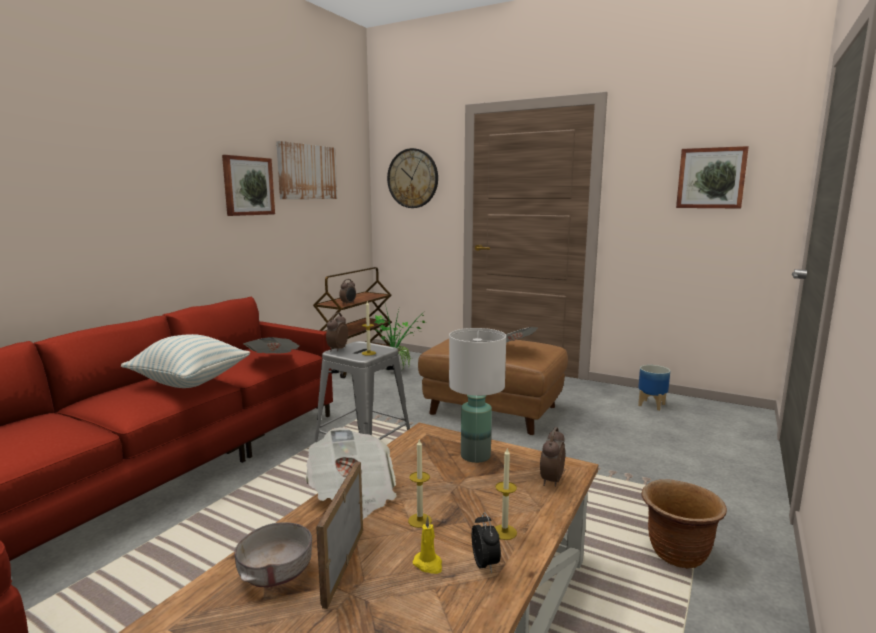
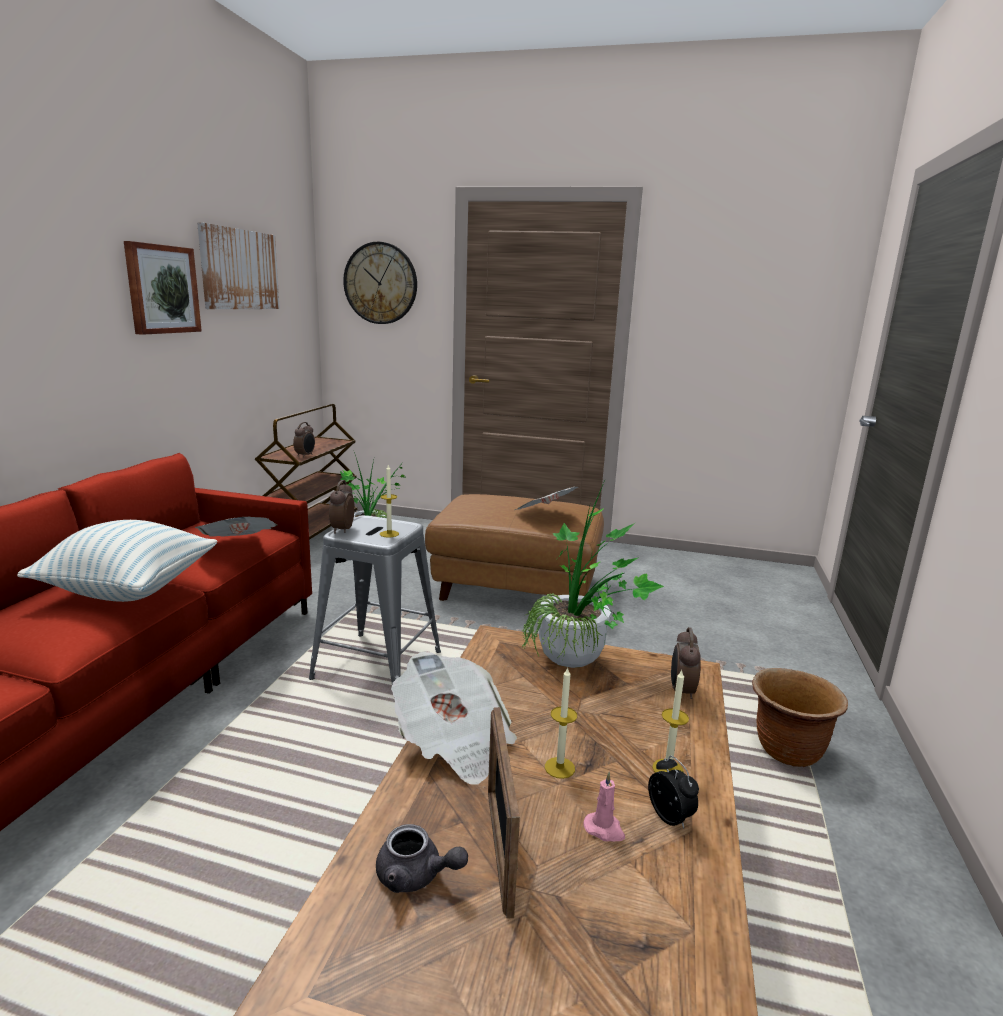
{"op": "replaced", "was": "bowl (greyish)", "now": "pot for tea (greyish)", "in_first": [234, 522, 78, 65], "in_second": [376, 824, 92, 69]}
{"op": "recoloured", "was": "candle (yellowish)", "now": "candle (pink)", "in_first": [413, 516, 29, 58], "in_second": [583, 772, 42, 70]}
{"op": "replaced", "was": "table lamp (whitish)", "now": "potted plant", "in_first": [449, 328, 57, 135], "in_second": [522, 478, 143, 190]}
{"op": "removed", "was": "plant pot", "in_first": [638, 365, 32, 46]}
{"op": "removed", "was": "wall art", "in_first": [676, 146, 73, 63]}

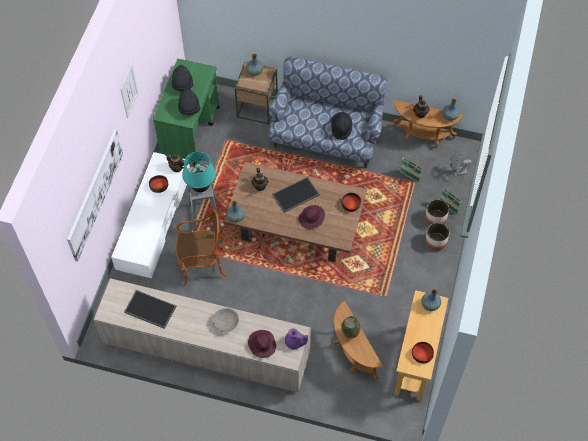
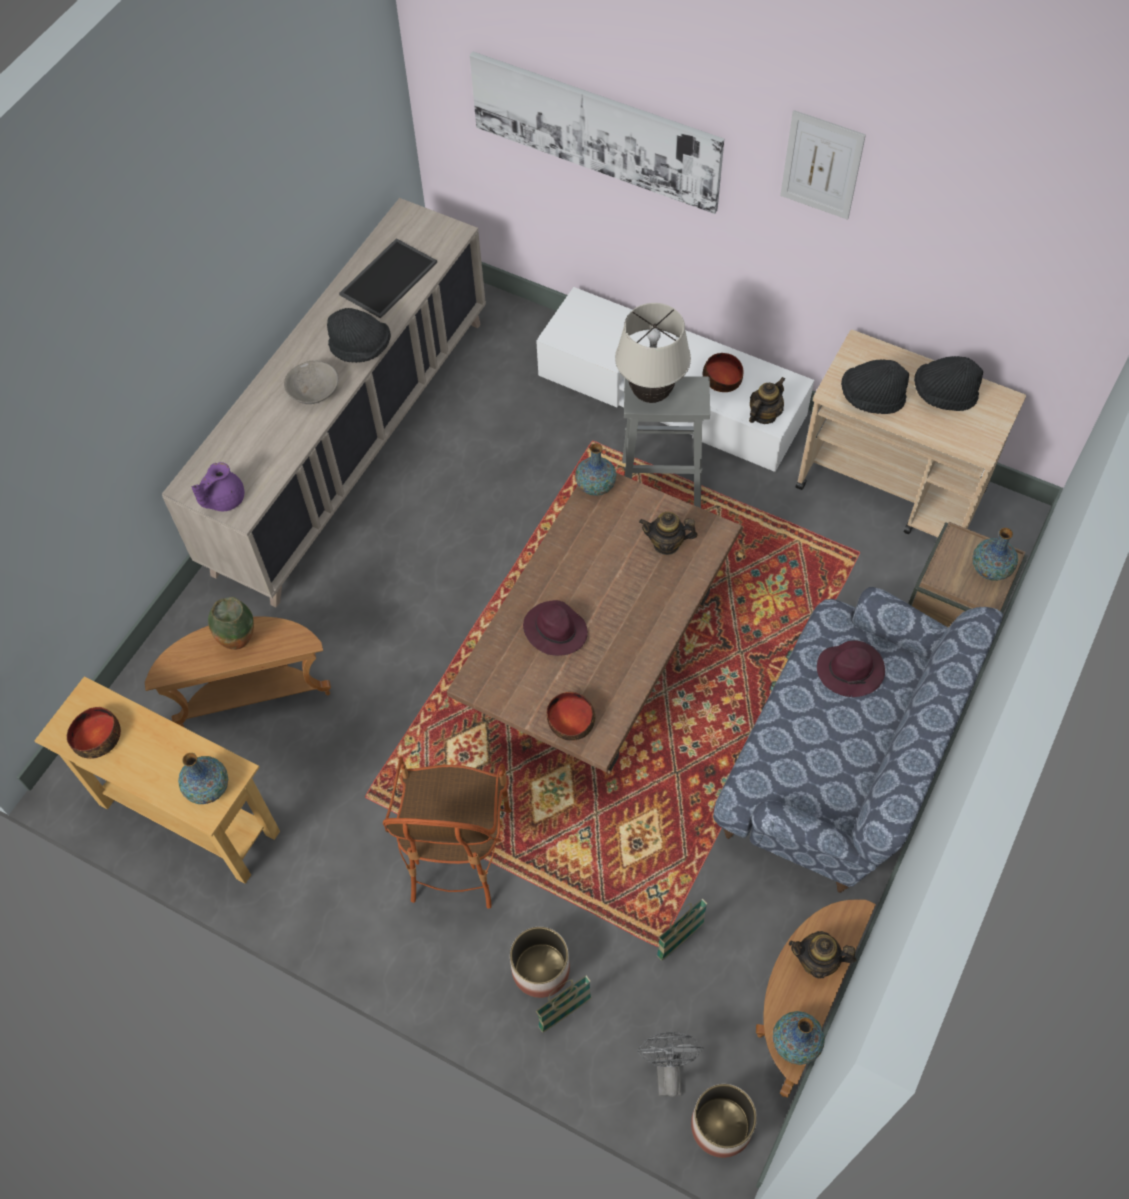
{"op": "recoloured", "was": "cart (green-coloured)", "now": "cart (beige)", "in_first": [153, 59, 67, 106], "in_second": [795, 330, 231, 207]}
{"op": "moved", "was": "lounge chair", "in_first": [176, 209, 50, 77], "in_second": [383, 756, 129, 153]}
{"op": "recoloured", "was": "table lamp (turquoise)", "now": "table lamp (beige)", "in_first": [182, 152, 34, 40], "in_second": [615, 303, 76, 100]}
{"op": "moved", "was": "wearable hat (purple)", "in_first": [248, 330, 28, 28], "in_second": [817, 640, 68, 57]}
{"op": "removed", "was": "carrying tray", "in_first": [272, 177, 48, 36]}
{"op": "moved", "was": "wearable hat (black)", "in_first": [331, 112, 21, 28], "in_second": [327, 308, 64, 55]}
{"op": "moved", "was": "plant pot", "in_first": [425, 223, 25, 28], "in_second": [691, 1084, 66, 74]}

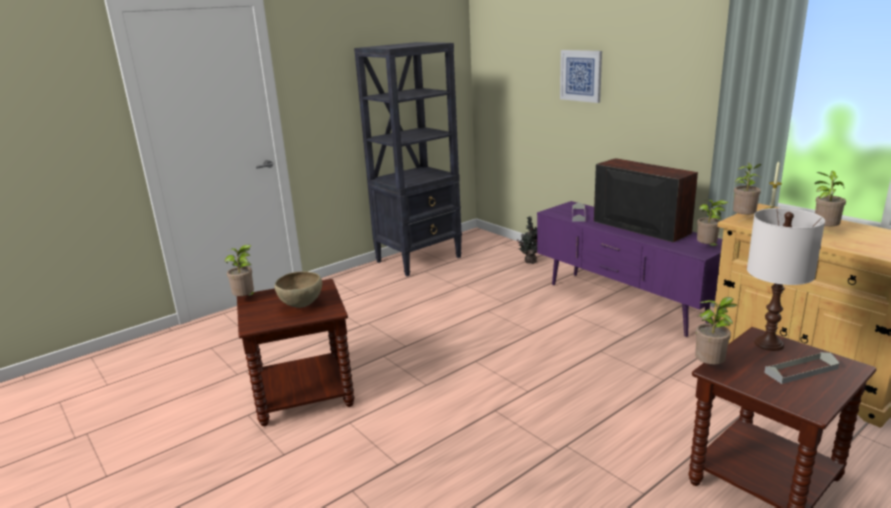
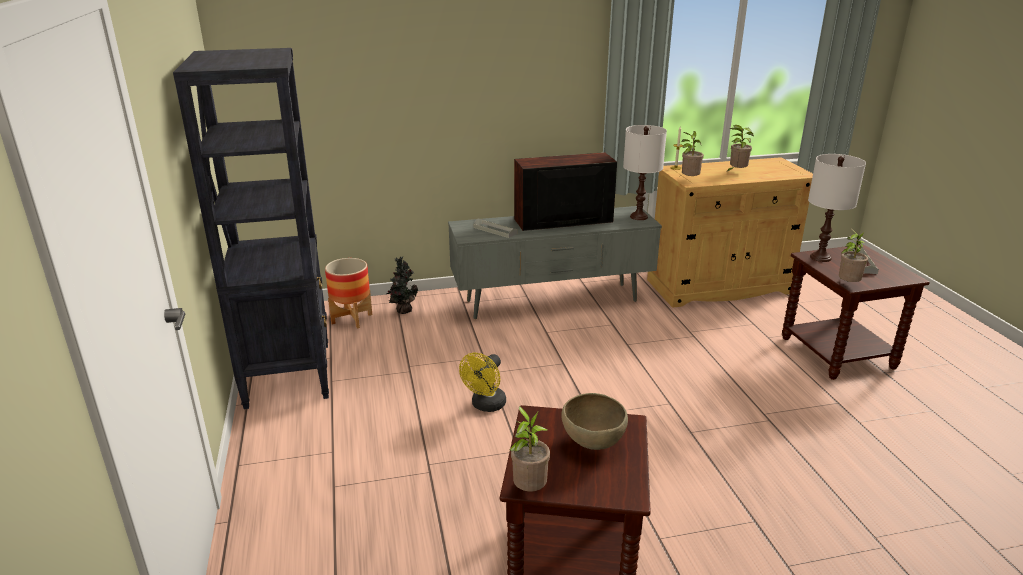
{"op": "recoloured", "was": "media console (purple)", "now": "media console (greyish)", "in_first": [537, 201, 185, 136], "in_second": [448, 206, 214, 113]}
{"op": "removed", "was": "wall art", "in_first": [560, 50, 42, 53]}
{"op": "replaced", "was": "potted plant", "now": "table lamp (whitish)", "in_first": [697, 200, 32, 48], "in_second": [623, 125, 44, 95]}
{"op": "added", "now": "plant pot", "in_second": [325, 258, 47, 71]}
{"op": "added", "now": "electric fan (yellowish)", "in_second": [459, 353, 47, 59]}

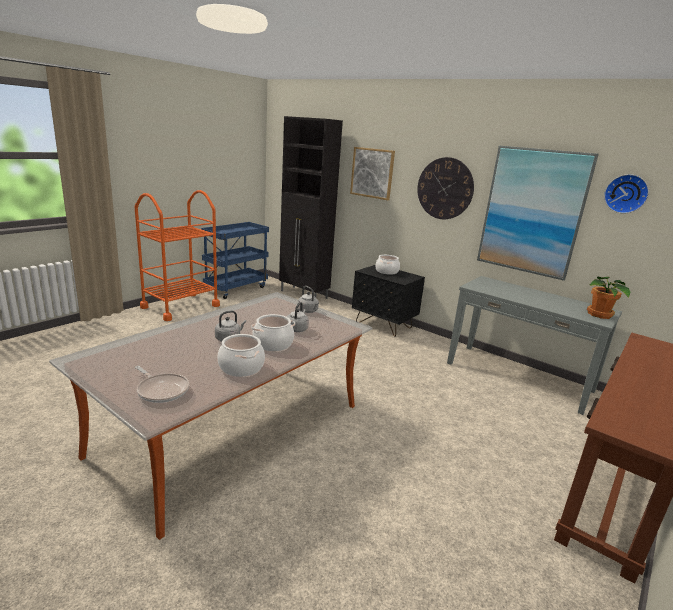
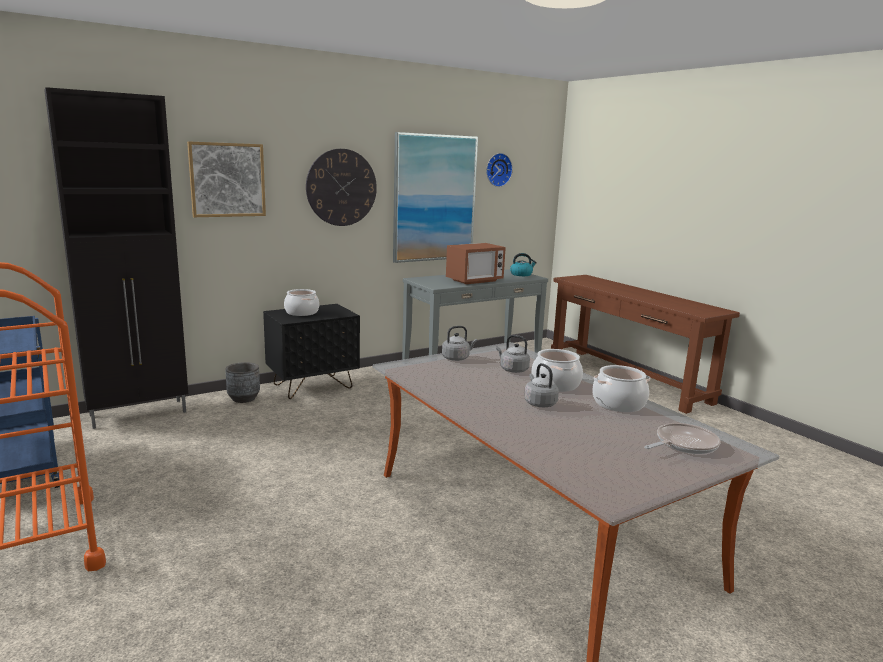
{"op": "replaced", "was": "potted plant", "now": "kettle", "in_first": [587, 277, 43, 42], "in_second": [510, 253, 27, 23]}
{"op": "added", "now": "plant pot (greyish)", "in_second": [225, 362, 35, 41]}
{"op": "added", "now": "microwave", "in_second": [446, 243, 60, 41]}

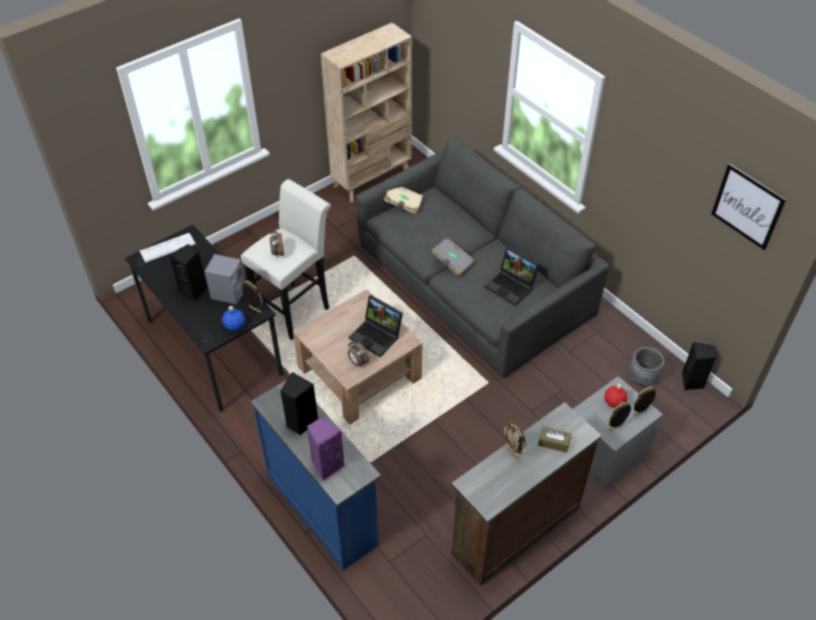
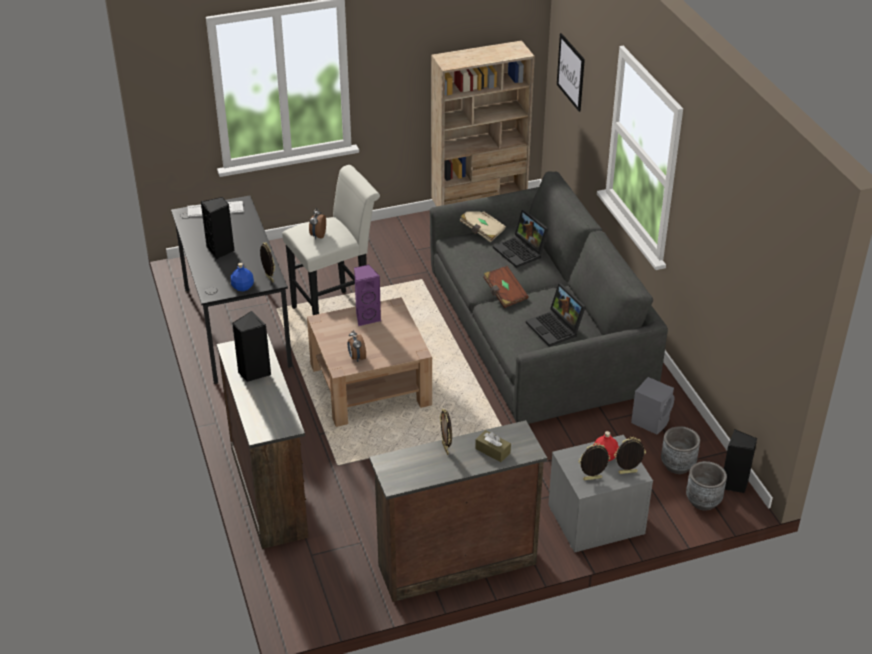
{"op": "moved", "was": "loudspeaker (greyish)", "in_first": [204, 254, 40, 50], "in_second": [631, 377, 44, 58]}
{"op": "recoloured", "was": "chest of drawers (blue)", "now": "chest of drawers (brown)", "in_first": [250, 380, 131, 190], "in_second": [217, 334, 92, 215]}
{"op": "moved", "was": "loudspeaker (purple)", "in_first": [307, 417, 38, 64], "in_second": [354, 265, 27, 61]}
{"op": "moved", "was": "notebook computer", "in_first": [349, 295, 54, 62], "in_second": [493, 210, 55, 58]}
{"op": "recoloured", "was": "bound book (greyish)", "now": "bound book (brown)", "in_first": [431, 237, 44, 40], "in_second": [483, 266, 46, 42]}
{"op": "moved", "was": "wall art", "in_first": [711, 163, 75, 87], "in_second": [557, 33, 28, 79]}
{"op": "added", "now": "plant pot (greyish)", "in_second": [686, 461, 41, 50]}

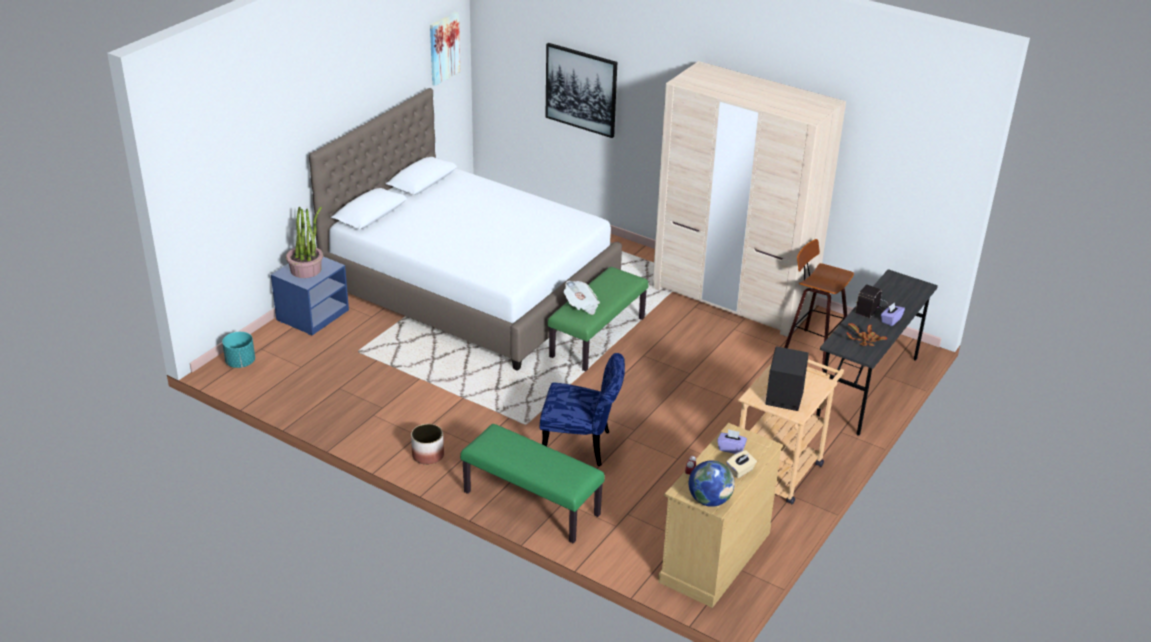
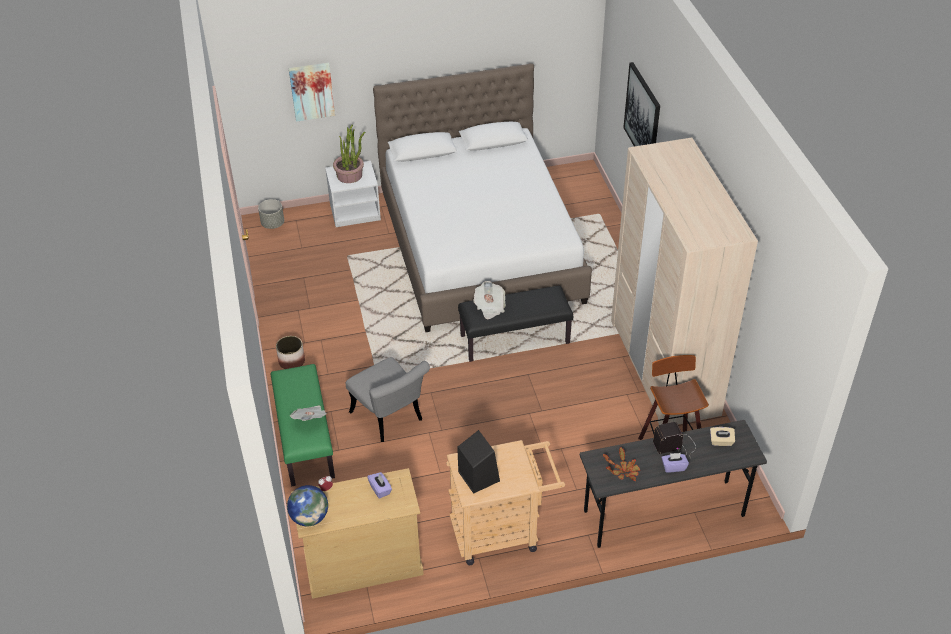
{"op": "recoloured", "was": "plant pot (turquoise)", "now": "plant pot (greyish)", "in_first": [222, 332, 33, 36], "in_second": [258, 199, 26, 30]}
{"op": "recoloured", "was": "bedside table (blue)", "now": "bedside table (whitish)", "in_first": [271, 256, 78, 80], "in_second": [325, 161, 56, 66]}
{"op": "moved", "was": "wall art", "in_first": [430, 12, 30, 74], "in_second": [288, 63, 47, 59]}
{"op": "recoloured", "was": "chair (blue)", "now": "chair (greyish)", "in_first": [539, 353, 86, 113], "in_second": [346, 357, 84, 85]}
{"op": "recoloured", "was": "long seat (green-coloured)", "now": "long seat (black)", "in_first": [548, 267, 101, 104], "in_second": [458, 286, 115, 76]}
{"op": "moved", "was": "tissue box (beige)", "in_first": [726, 450, 31, 28], "in_second": [710, 427, 25, 19]}
{"op": "added", "now": "daily paper", "in_second": [290, 405, 37, 16]}

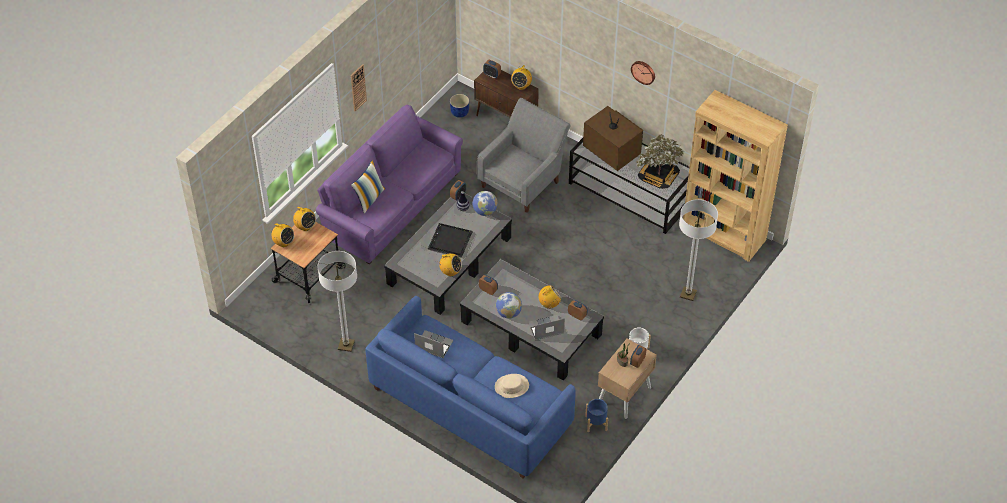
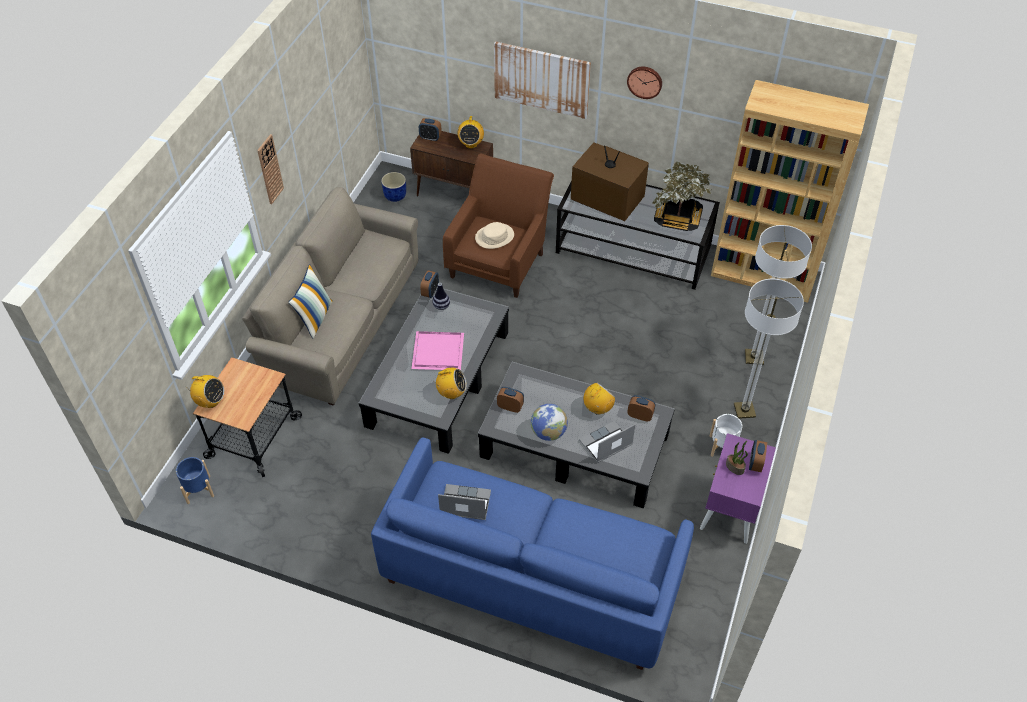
{"op": "removed", "was": "radio set", "in_first": [291, 207, 25, 24]}
{"op": "recoloured", "was": "couch (purple)", "now": "couch (beige)", "in_first": [316, 105, 147, 159], "in_second": [242, 187, 176, 219]}
{"op": "moved", "was": "standing lamp", "in_first": [318, 251, 39, 101], "in_second": [734, 279, 70, 140]}
{"op": "recoloured", "was": "carrying tray (black)", "now": "carrying tray (pink)", "in_first": [428, 223, 45, 35], "in_second": [411, 331, 53, 39]}
{"op": "removed", "was": "globe", "in_first": [472, 191, 26, 25]}
{"op": "recoloured", "was": "lounge chair (greyish)", "now": "lounge chair (brown)", "in_first": [477, 98, 94, 115], "in_second": [443, 153, 111, 145]}
{"op": "moved", "was": "wearable hat (beige)", "in_first": [495, 374, 34, 24], "in_second": [475, 222, 39, 27]}
{"op": "moved", "was": "plant pot (blue)", "in_first": [585, 399, 23, 33], "in_second": [176, 457, 38, 47]}
{"op": "recoloured", "was": "bedside table (beige)", "now": "bedside table (purple)", "in_first": [598, 339, 59, 80], "in_second": [700, 433, 76, 111]}
{"op": "added", "now": "wall art", "in_second": [494, 41, 97, 78]}

